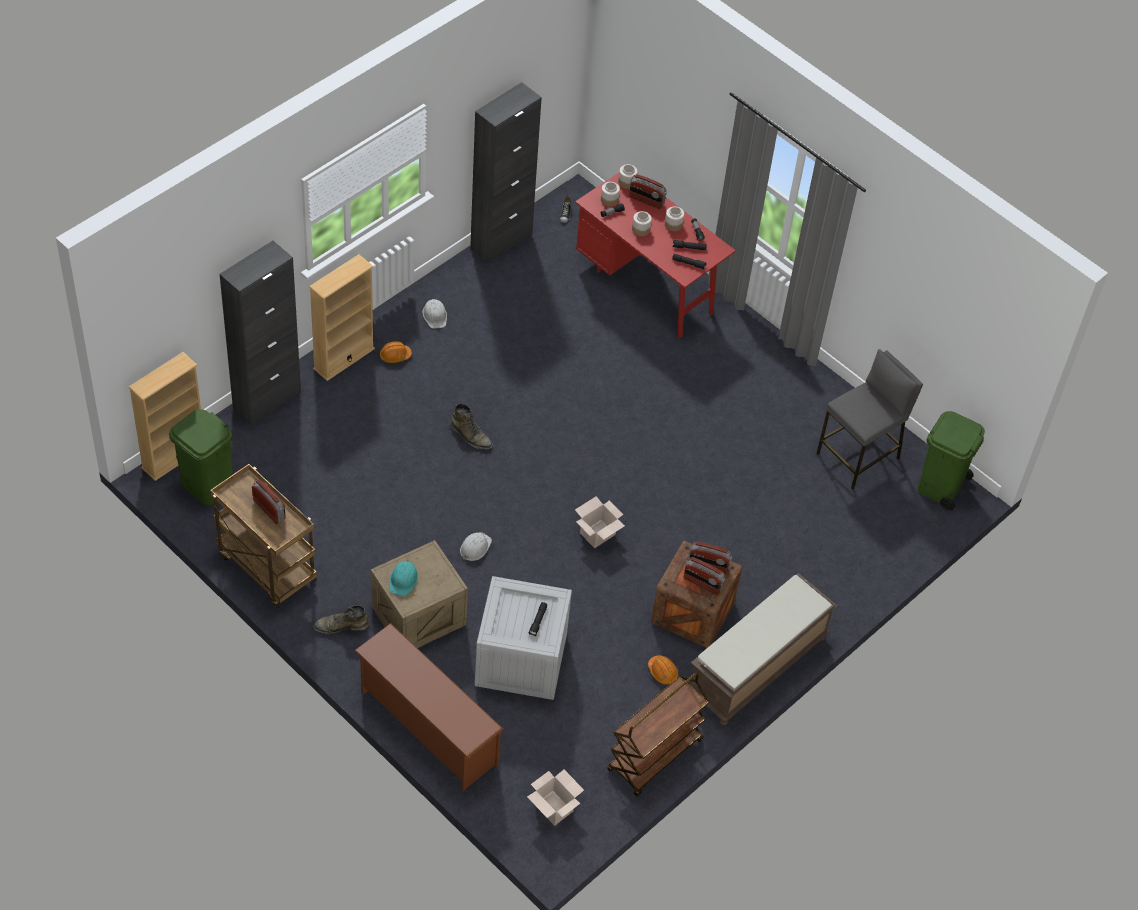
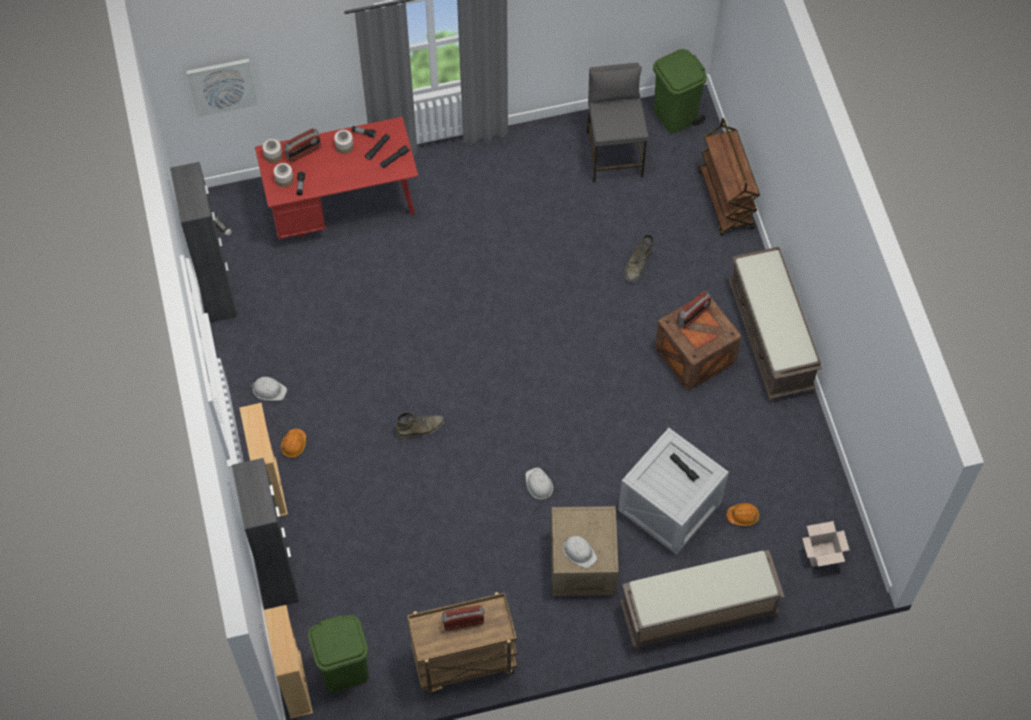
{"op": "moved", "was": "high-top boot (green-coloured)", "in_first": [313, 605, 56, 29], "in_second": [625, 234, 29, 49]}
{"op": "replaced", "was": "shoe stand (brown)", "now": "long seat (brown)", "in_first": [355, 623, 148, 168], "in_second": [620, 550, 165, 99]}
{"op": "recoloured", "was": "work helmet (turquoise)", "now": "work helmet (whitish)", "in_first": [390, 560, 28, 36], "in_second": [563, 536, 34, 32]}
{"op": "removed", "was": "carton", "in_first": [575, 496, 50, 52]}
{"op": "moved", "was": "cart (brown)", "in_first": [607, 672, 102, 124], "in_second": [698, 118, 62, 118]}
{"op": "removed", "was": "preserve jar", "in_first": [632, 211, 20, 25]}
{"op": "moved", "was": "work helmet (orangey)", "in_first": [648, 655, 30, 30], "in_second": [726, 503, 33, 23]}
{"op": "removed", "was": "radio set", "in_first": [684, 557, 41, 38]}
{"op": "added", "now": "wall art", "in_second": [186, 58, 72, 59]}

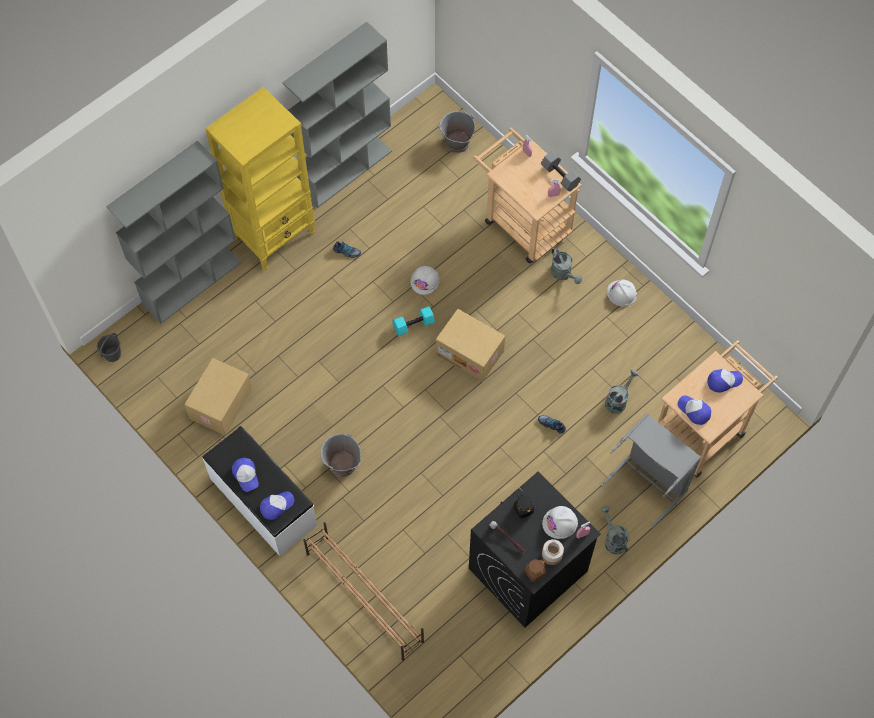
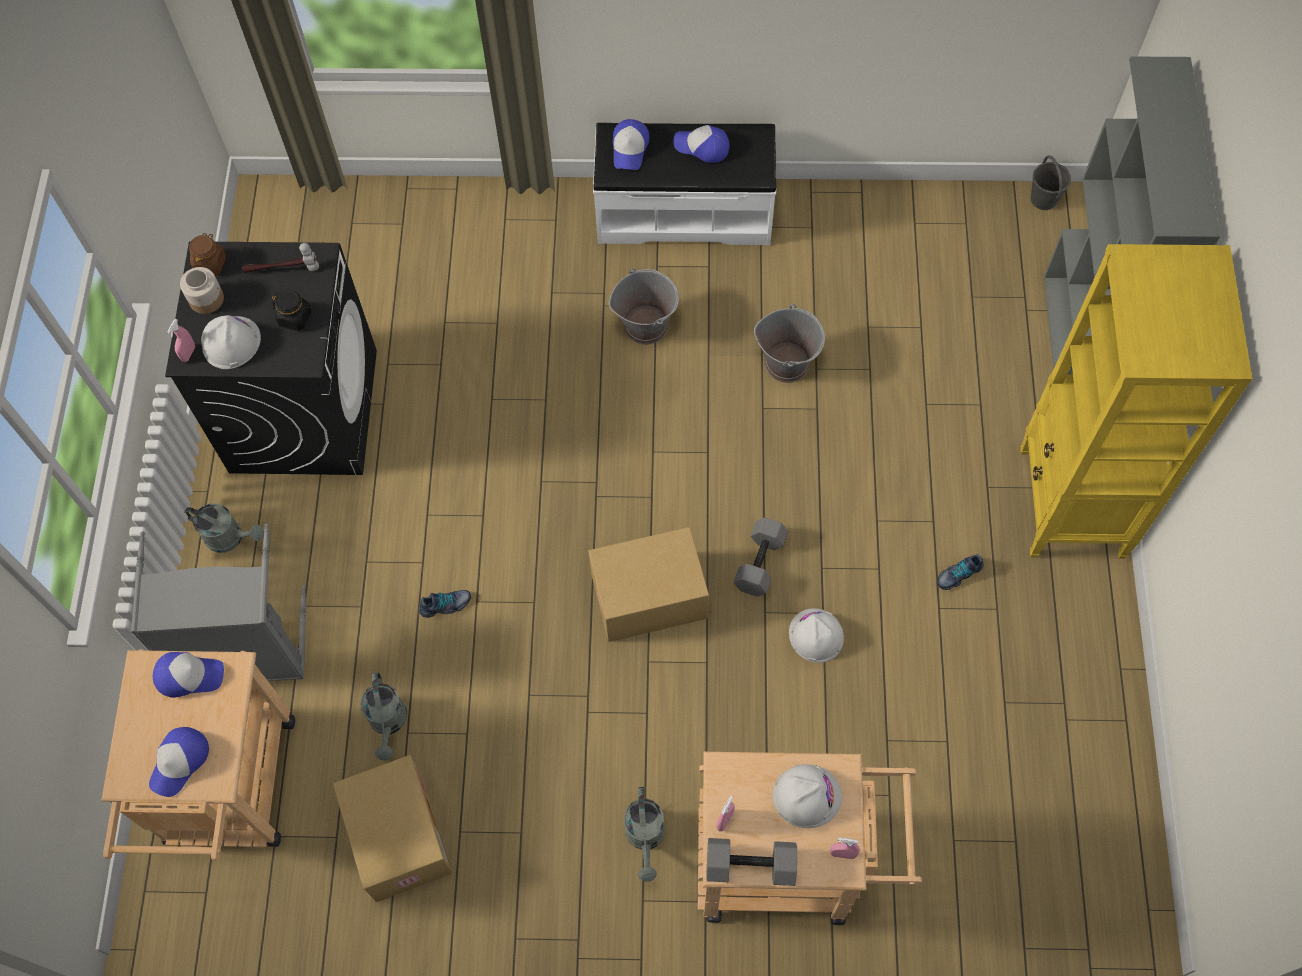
{"op": "moved", "was": "carton", "in_first": [184, 358, 68, 77], "in_second": [333, 755, 120, 147]}
{"op": "removed", "was": "bookshelf (greyish)", "in_first": [282, 22, 110, 186]}
{"op": "removed", "was": "shoe stand (brown)", "in_first": [303, 522, 121, 138]}
{"op": "recoloured", "was": "dumbbell (turquoise)", "now": "dumbbell (greyish)", "in_first": [392, 306, 43, 30], "in_second": [733, 517, 55, 80]}
{"op": "moved", "was": "pail (greyish)", "in_first": [439, 111, 36, 42], "in_second": [754, 304, 71, 79]}
{"op": "turned", "was": "sprinkling can (greyish)", "in_first": [551, 248, 31, 36], "in_second": [624, 787, 41, 95], "clockwise": -105}
{"op": "moved", "was": "work helmet (whitish)", "in_first": [607, 280, 30, 27], "in_second": [773, 764, 69, 64]}

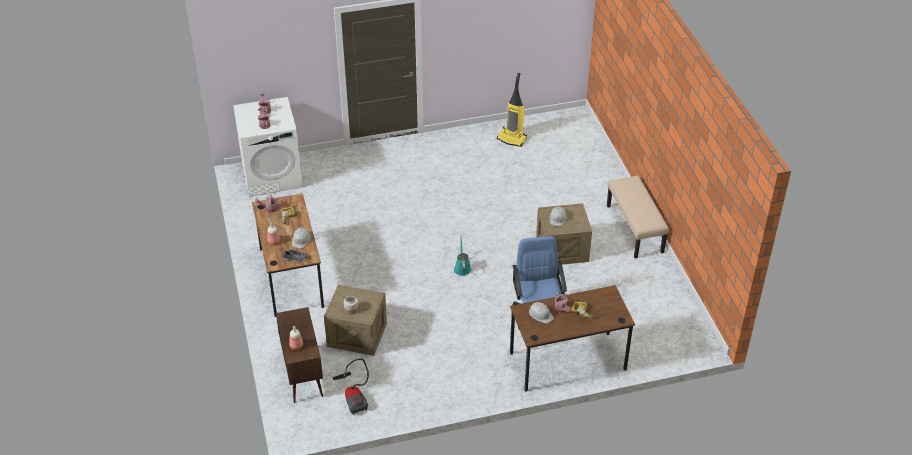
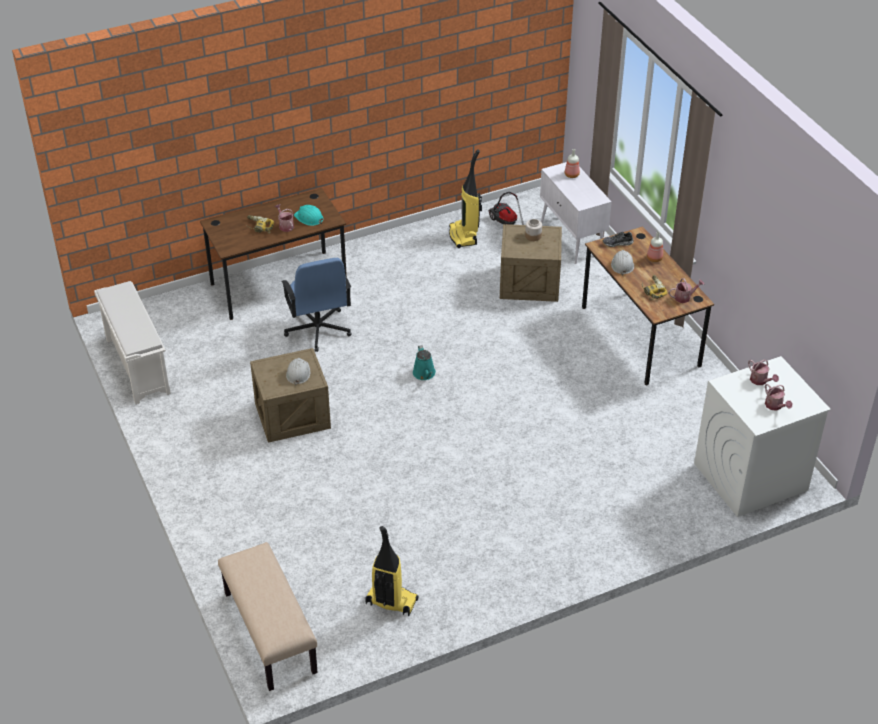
{"op": "recoloured", "was": "storage cabinet (brown)", "now": "storage cabinet (whitish)", "in_first": [276, 307, 47, 96], "in_second": [540, 162, 72, 102]}
{"op": "recoloured", "was": "work helmet (whitish)", "now": "work helmet (turquoise)", "in_first": [529, 302, 25, 22], "in_second": [294, 205, 30, 21]}
{"op": "moved", "was": "long seat (beige)", "in_first": [607, 176, 62, 82], "in_second": [218, 542, 100, 149]}
{"op": "added", "now": "shoe stand (whitish)", "in_second": [94, 281, 77, 123]}
{"op": "added", "now": "vacuum", "in_second": [449, 149, 33, 99]}

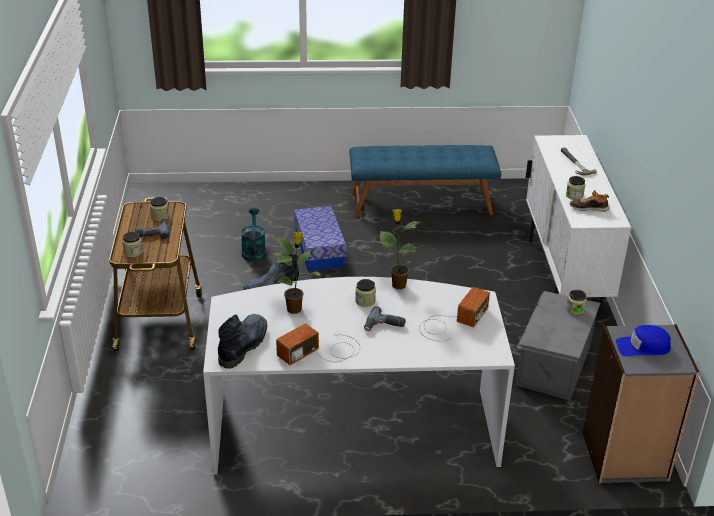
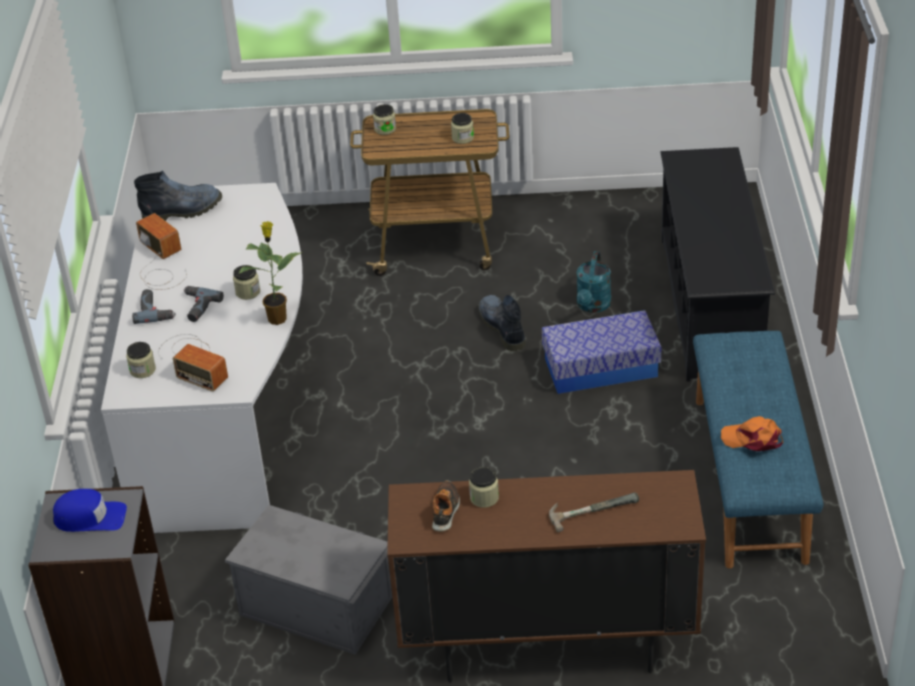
{"op": "moved", "was": "drill", "in_first": [135, 219, 34, 20], "in_second": [132, 289, 44, 35]}
{"op": "turned", "was": "high-top boot", "in_first": [218, 314, 49, 55], "in_second": [134, 171, 88, 50], "clockwise": -45}
{"op": "turned", "was": "sprinkling can (turquoise)", "in_first": [241, 208, 25, 53], "in_second": [576, 251, 36, 62], "clockwise": 105}
{"op": "removed", "was": "potted plant", "in_first": [272, 232, 49, 82]}
{"op": "recoloured", "was": "storage cabinet (whitish)", "now": "storage cabinet (brown)", "in_first": [526, 135, 105, 175], "in_second": [387, 470, 319, 213]}
{"op": "moved", "was": "preserve jar", "in_first": [566, 290, 21, 25], "in_second": [126, 342, 30, 36]}
{"op": "turned", "was": "cap (blue)", "in_first": [616, 325, 55, 32], "in_second": [53, 489, 74, 43], "clockwise": 90}
{"op": "added", "now": "shoe stand (black)", "in_second": [660, 147, 115, 235]}
{"op": "added", "now": "cap (orangey)", "in_second": [721, 416, 62, 35]}

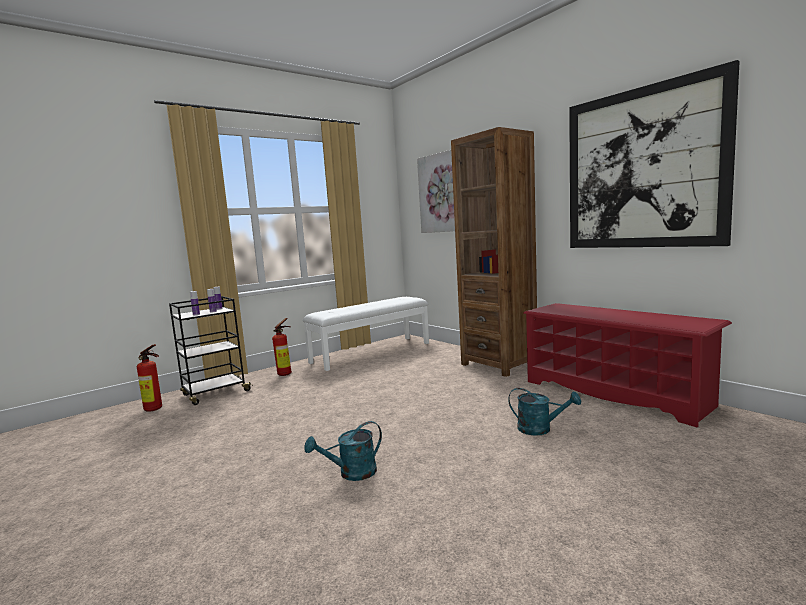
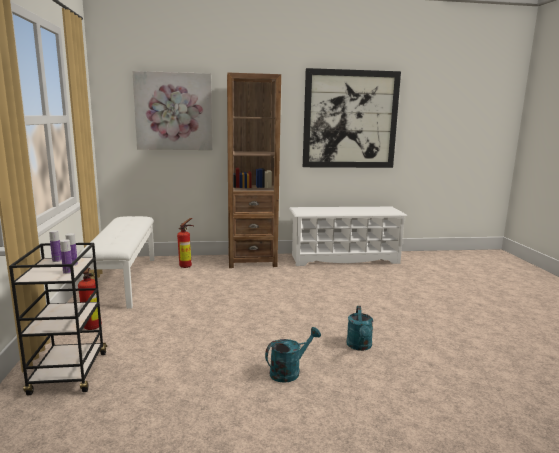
{"op": "moved", "was": "fire extinguisher", "in_first": [137, 344, 25, 68], "in_second": [177, 218, 16, 50]}
{"op": "moved", "was": "sprinkling can (turquoise)", "in_first": [508, 388, 73, 48], "in_second": [265, 327, 56, 56]}
{"op": "recoloured", "was": "shoe stand (reddish)", "now": "shoe stand (whitish)", "in_first": [523, 303, 209, 124], "in_second": [289, 207, 118, 59]}

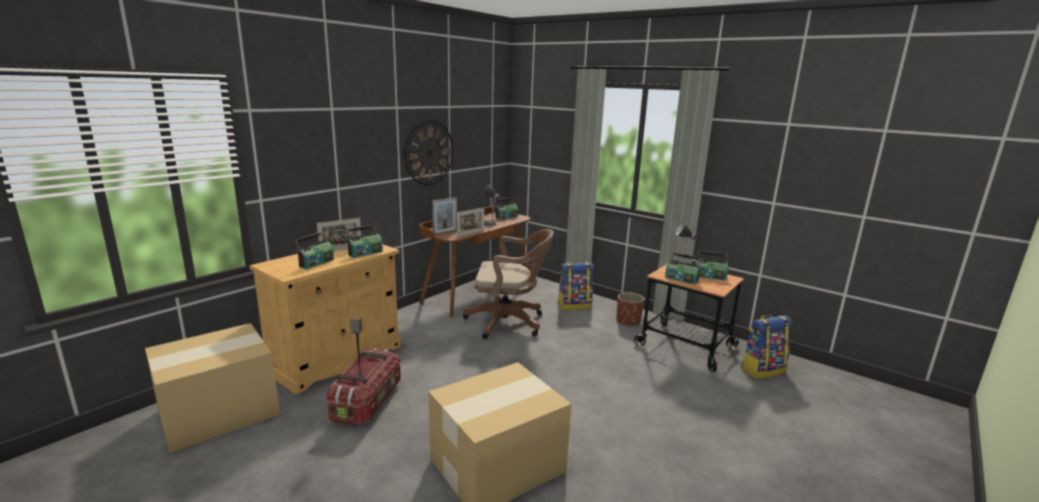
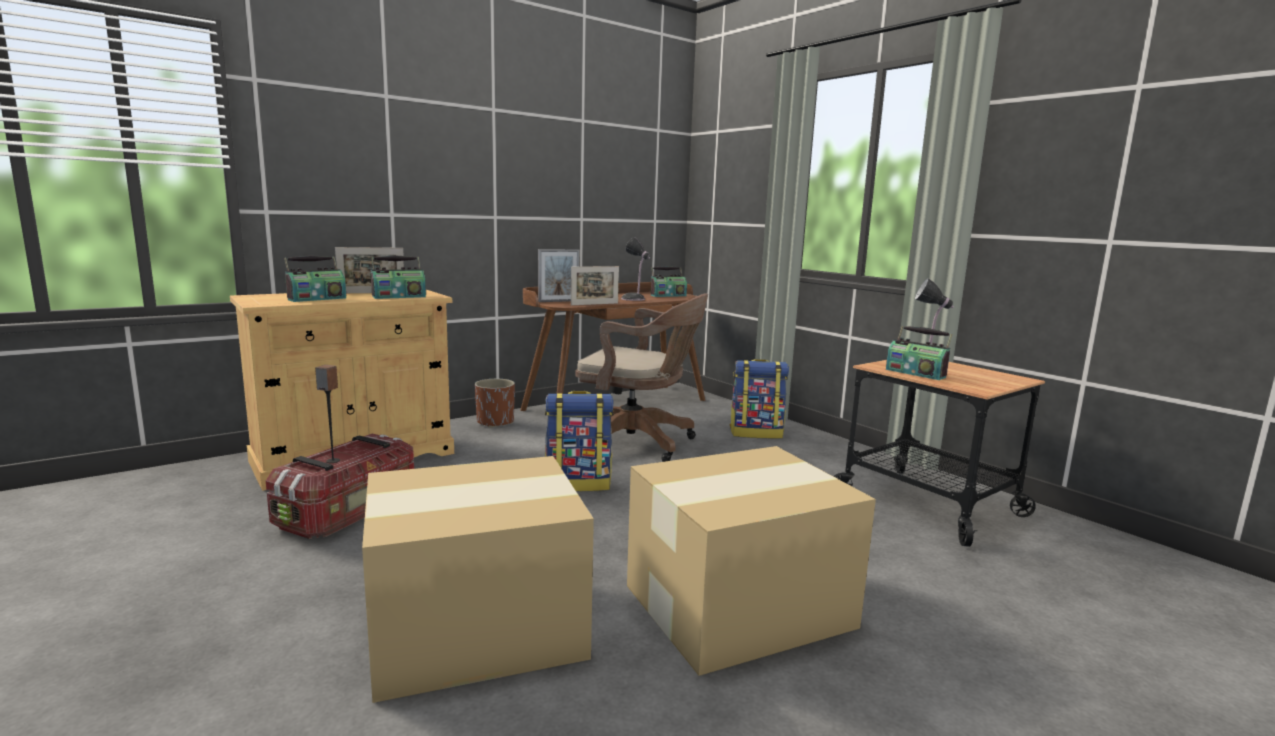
{"op": "moved", "was": "carton", "in_first": [145, 323, 135, 130], "in_second": [627, 446, 249, 230]}
{"op": "removed", "was": "clock on the wall", "in_first": [404, 120, 49, 65]}
{"op": "moved", "was": "plant pot (brown)", "in_first": [616, 292, 28, 35], "in_second": [475, 379, 40, 49]}
{"op": "removed", "was": "radio set", "in_first": [695, 251, 33, 30]}
{"op": "moved", "was": "backpack", "in_first": [741, 315, 52, 64], "in_second": [545, 391, 68, 100]}

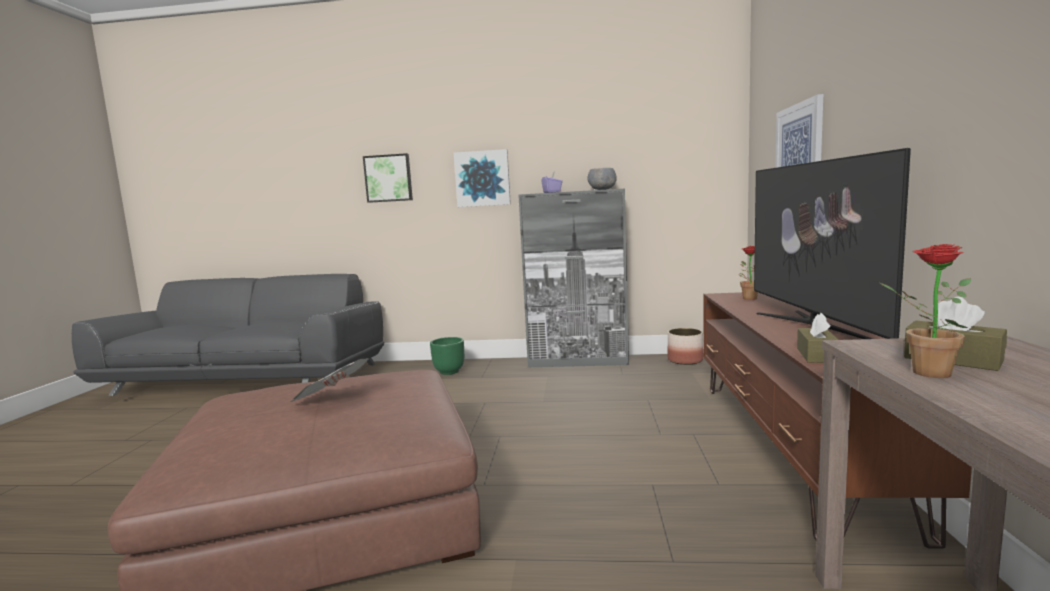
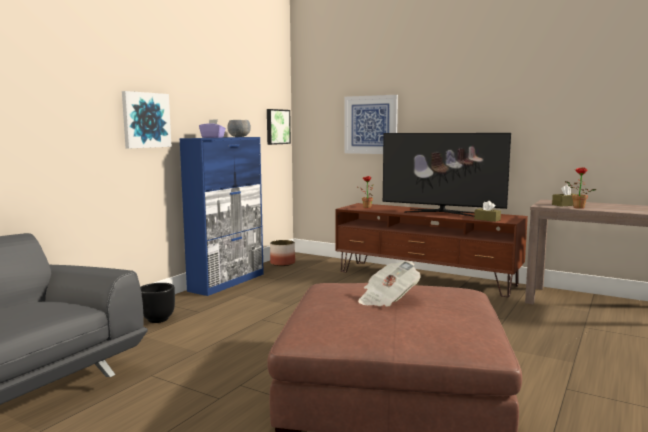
{"op": "moved", "was": "wall art", "in_first": [363, 153, 50, 50], "in_second": [267, 109, 24, 36]}
{"op": "recoloured", "was": "plant pot (green-coloured)", "now": "plant pot (black)", "in_first": [430, 337, 34, 38], "in_second": [140, 283, 35, 40]}
{"op": "recoloured", "was": "storage cabinet (greyish)", "now": "storage cabinet (blue)", "in_first": [518, 189, 111, 178], "in_second": [179, 137, 85, 159]}

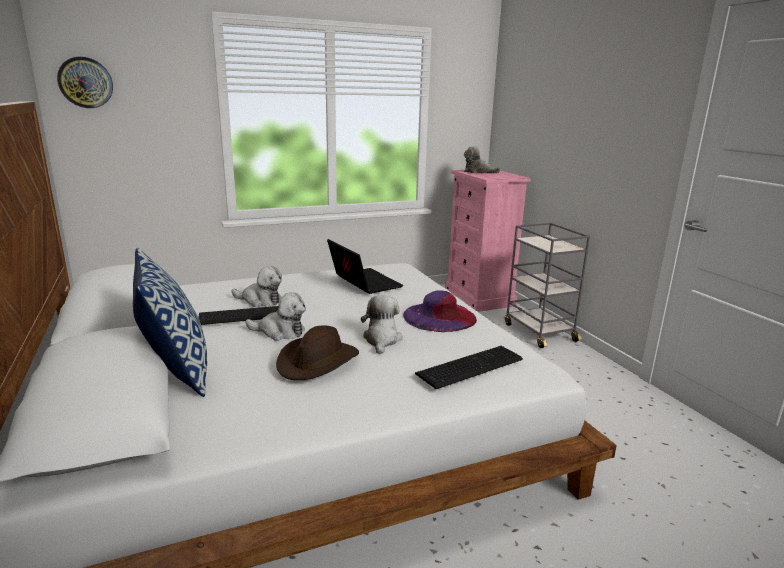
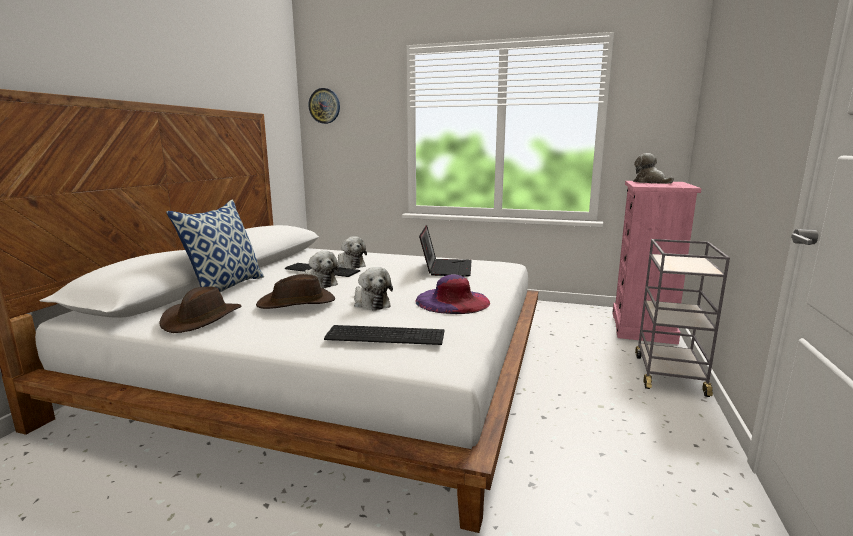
{"op": "turned", "was": "soft toy", "in_first": [361, 295, 42, 59], "in_second": [354, 267, 39, 44], "clockwise": 105}
{"op": "added", "now": "wearable hat (brown)", "in_second": [159, 287, 83, 46]}

